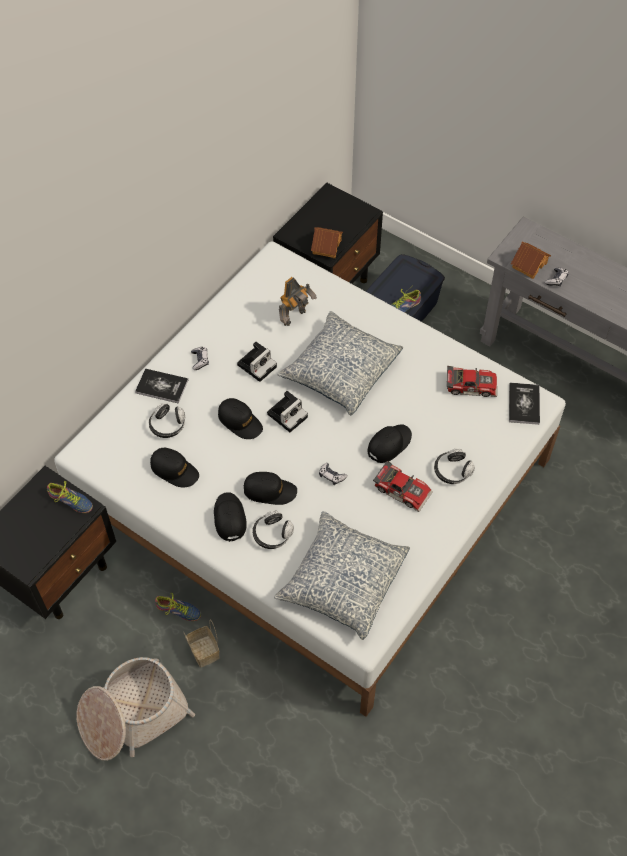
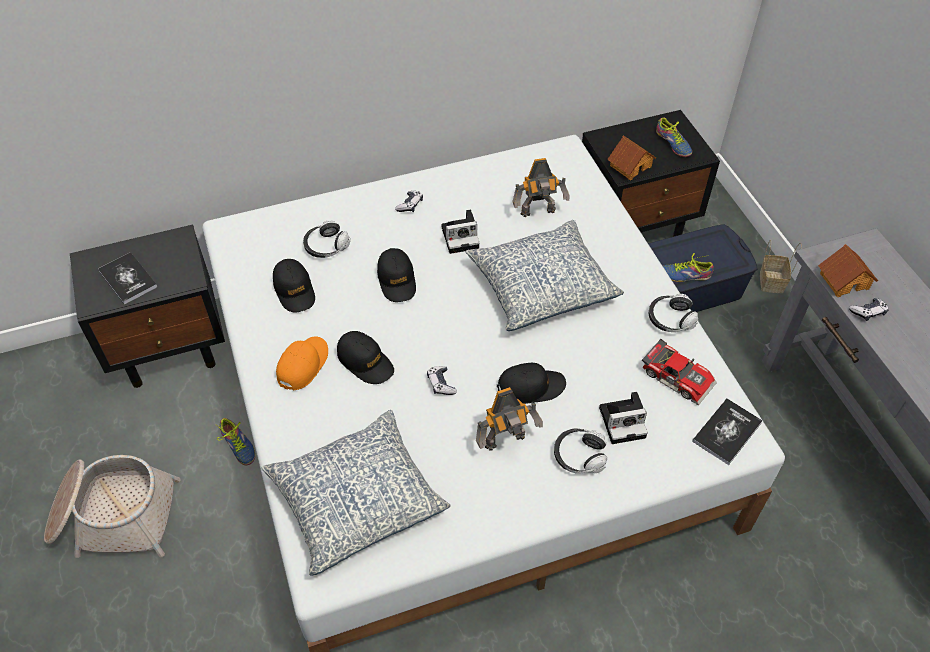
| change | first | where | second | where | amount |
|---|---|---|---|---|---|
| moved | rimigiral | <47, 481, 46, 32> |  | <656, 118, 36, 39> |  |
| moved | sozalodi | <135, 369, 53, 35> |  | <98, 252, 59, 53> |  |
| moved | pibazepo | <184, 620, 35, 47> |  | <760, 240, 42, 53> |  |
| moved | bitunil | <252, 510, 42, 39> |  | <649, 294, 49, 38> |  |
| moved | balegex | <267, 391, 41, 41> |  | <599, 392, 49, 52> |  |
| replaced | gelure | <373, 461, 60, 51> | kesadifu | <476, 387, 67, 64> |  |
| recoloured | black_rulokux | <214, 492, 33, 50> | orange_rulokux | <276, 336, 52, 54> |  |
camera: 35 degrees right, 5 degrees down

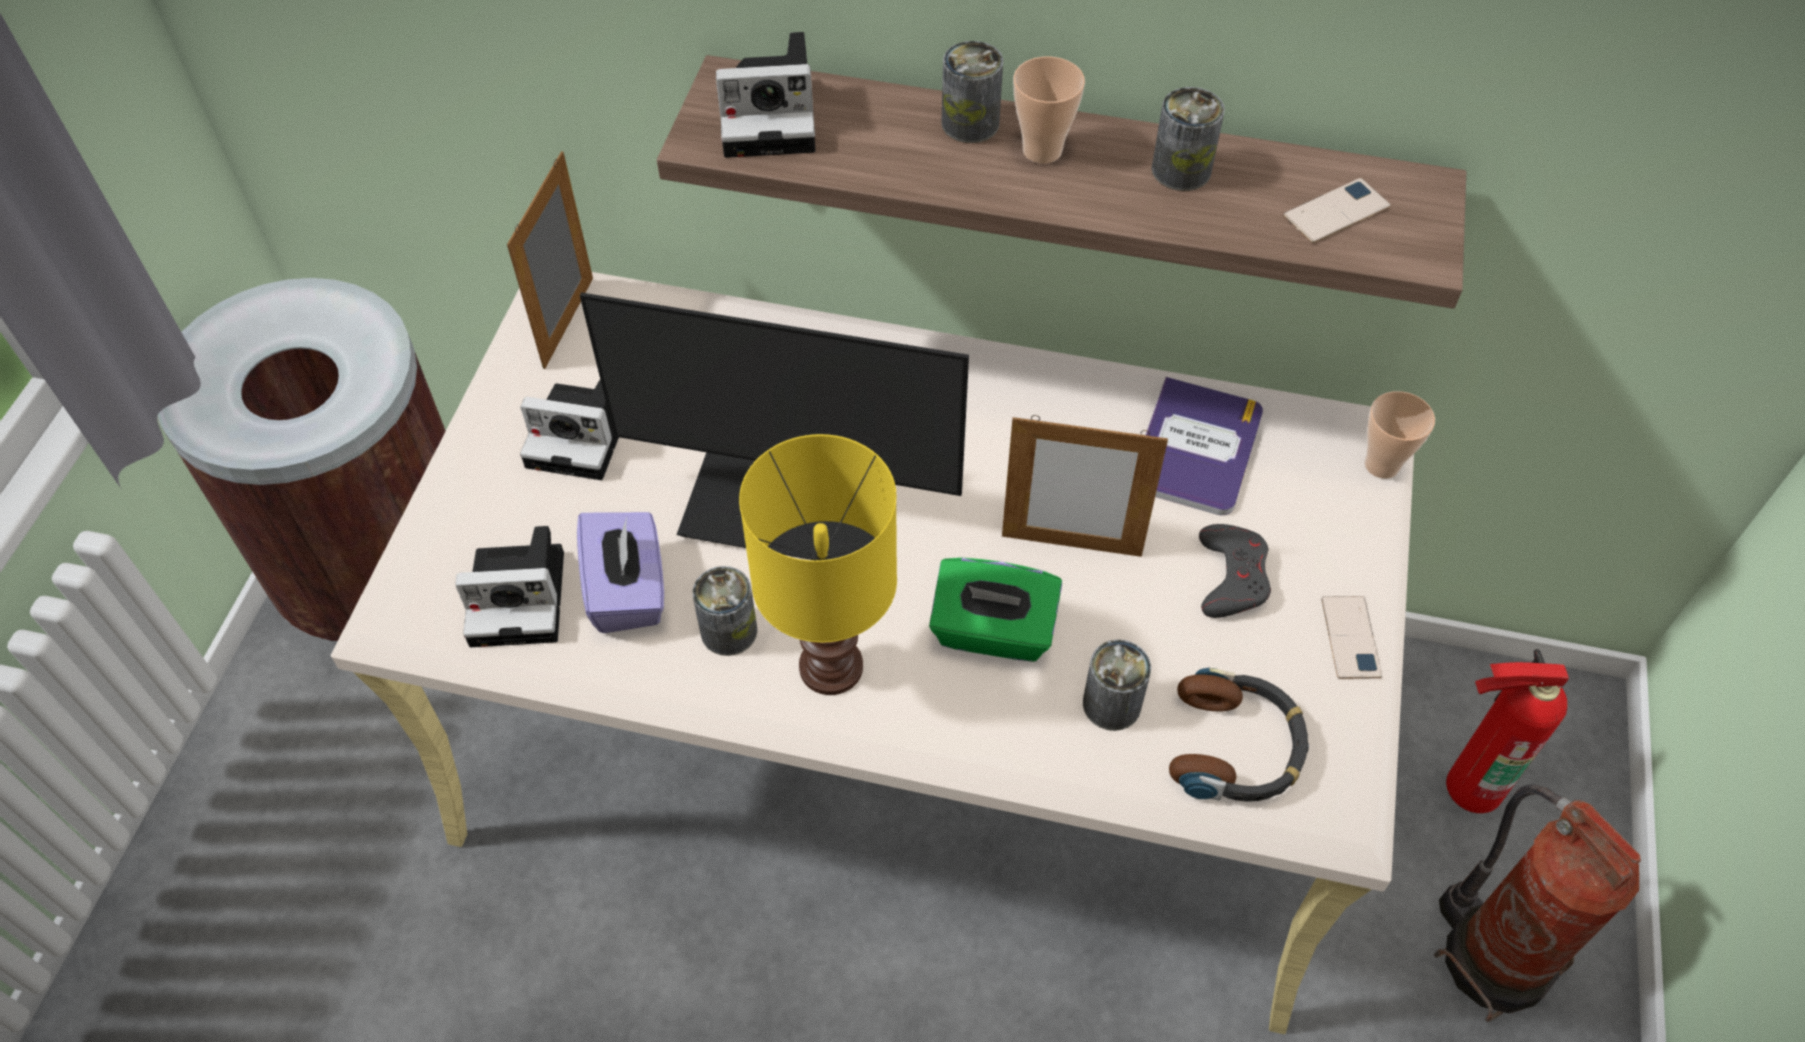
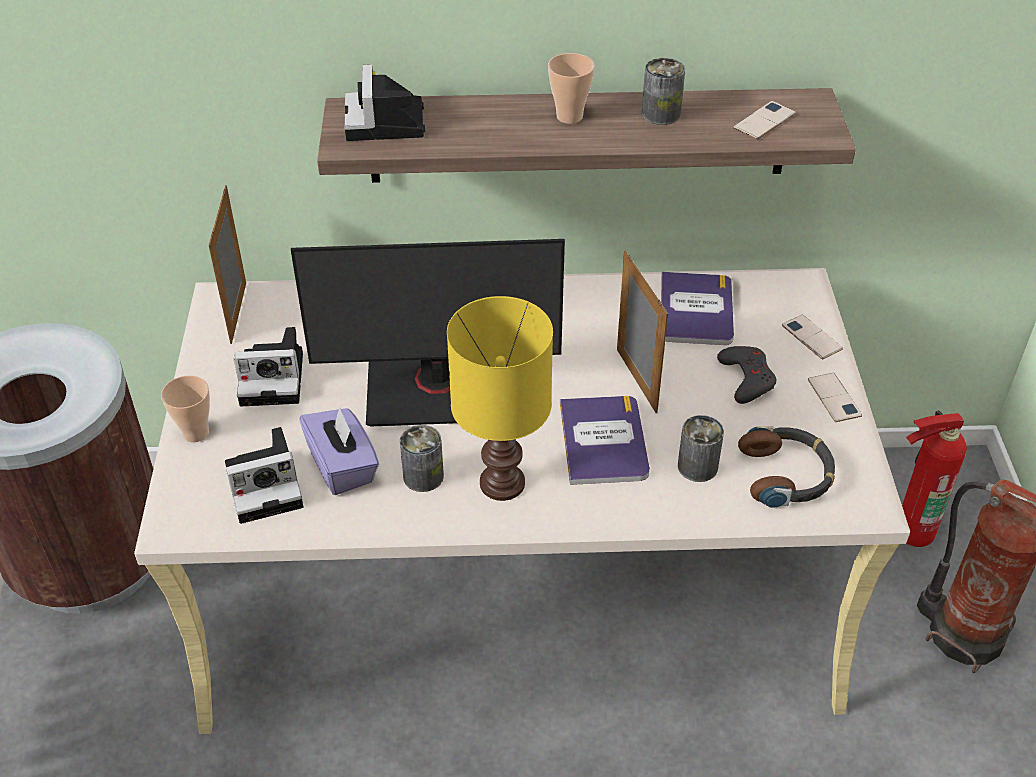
| change | first | where | second | where | amount |
|---|---|---|---|---|---|
| removed | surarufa | <941, 41, 62, 102> |  |  |  |
| added |  |  | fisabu | <782, 315, 61, 44> |  |
| moved | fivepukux | <1365, 391, 70, 88> |  | <161, 376, 49, 66> |  |
| replaced | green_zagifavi | <929, 558, 133, 104> | sozalodi | <560, 396, 90, 89> |  |
| turned | balegex | <716, 32, 99, 126> |  | <344, 64, 81, 77> | 105 degrees clockwise |
| turned | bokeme | <1002, 415, 166, 142> |  | <617, 250, 51, 163> | 105 degrees counterclockwise |
camera: 15 degrees left, 10 degrees down

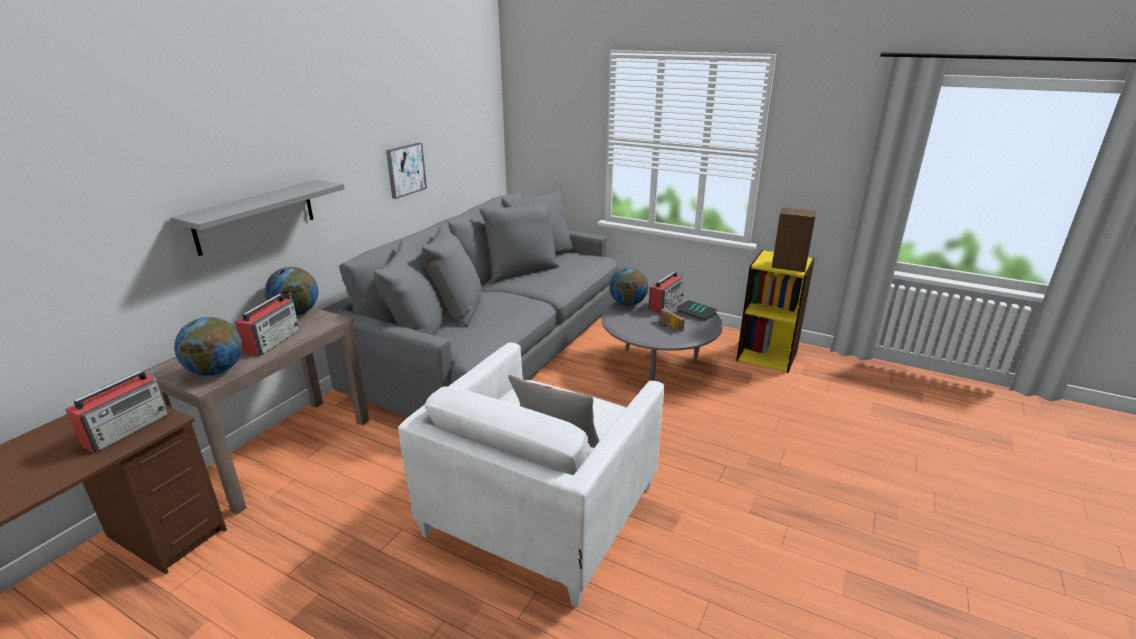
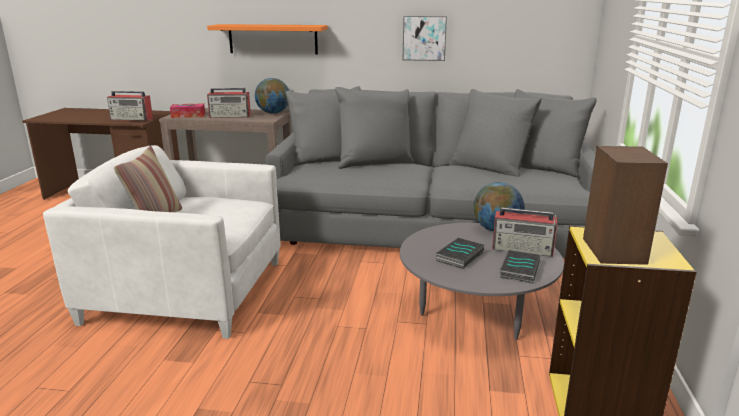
| change | first | where | second | where | amount |
|---|---|---|---|---|---|
| replaced | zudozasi | <174, 317, 68, 59> | zagifavi | <170, 103, 35, 15> |  |
| replaced | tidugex | <657, 308, 28, 24> | sozalodi | <436, 238, 49, 31> |  |
| recoloured | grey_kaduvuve | <170, 180, 175, 76> | orange_kaduvuve | <207, 24, 120, 31> |  |
camera: 70 degrees right, 5 degrees down

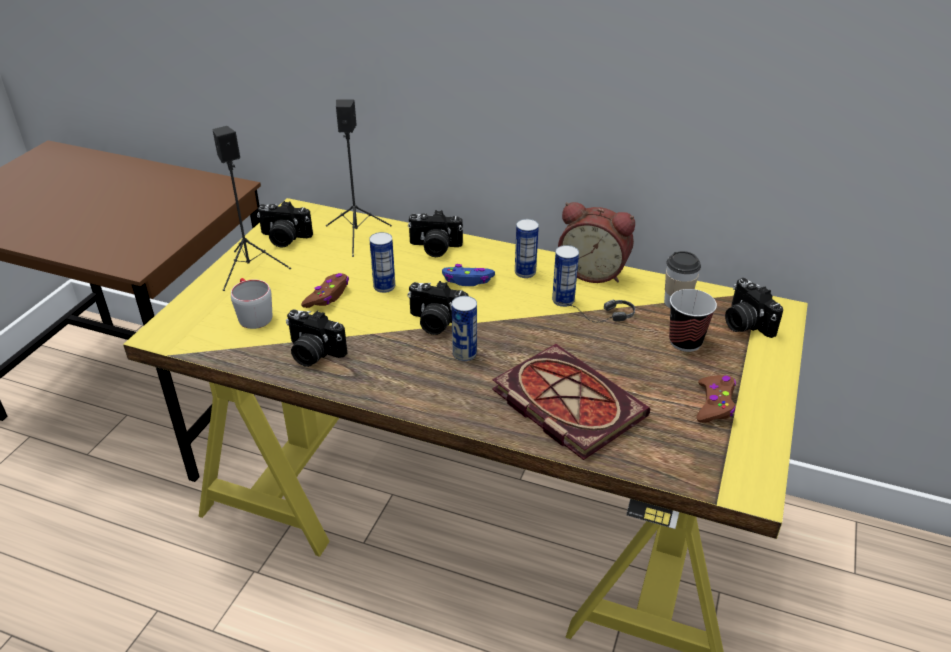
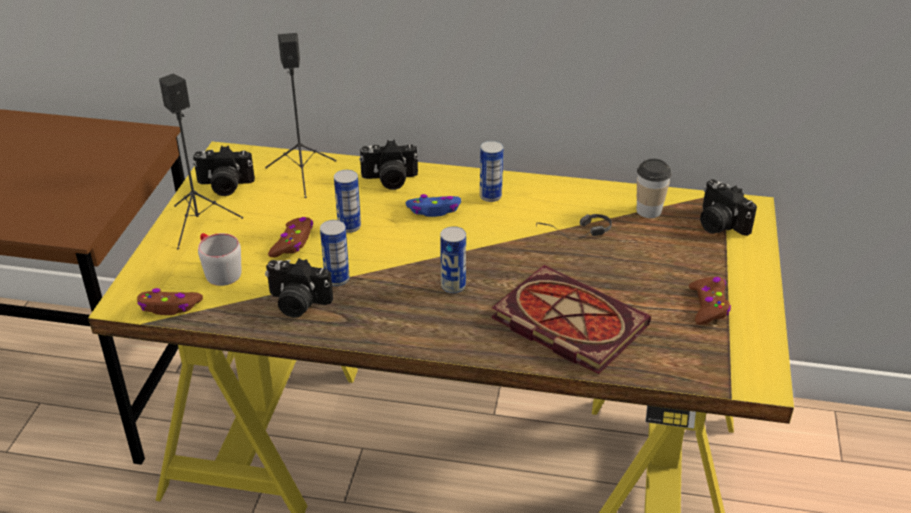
| change | first | where | second | where | amount |
|---|---|---|---|---|---|
| removed | balegex | <407, 281, 61, 54> |  |  |  |
| removed | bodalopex | <558, 202, 77, 81> |  |  |  |
| removed | fivepukux | <669, 289, 48, 63> |  |  |  |
| added |  |  | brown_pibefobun | <137, 288, 66, 27> |  |
| moved | surarufa | <552, 245, 27, 62> |  | <320, 220, 30, 66> |  |
camera: 10 degrees left, 0 degrees up

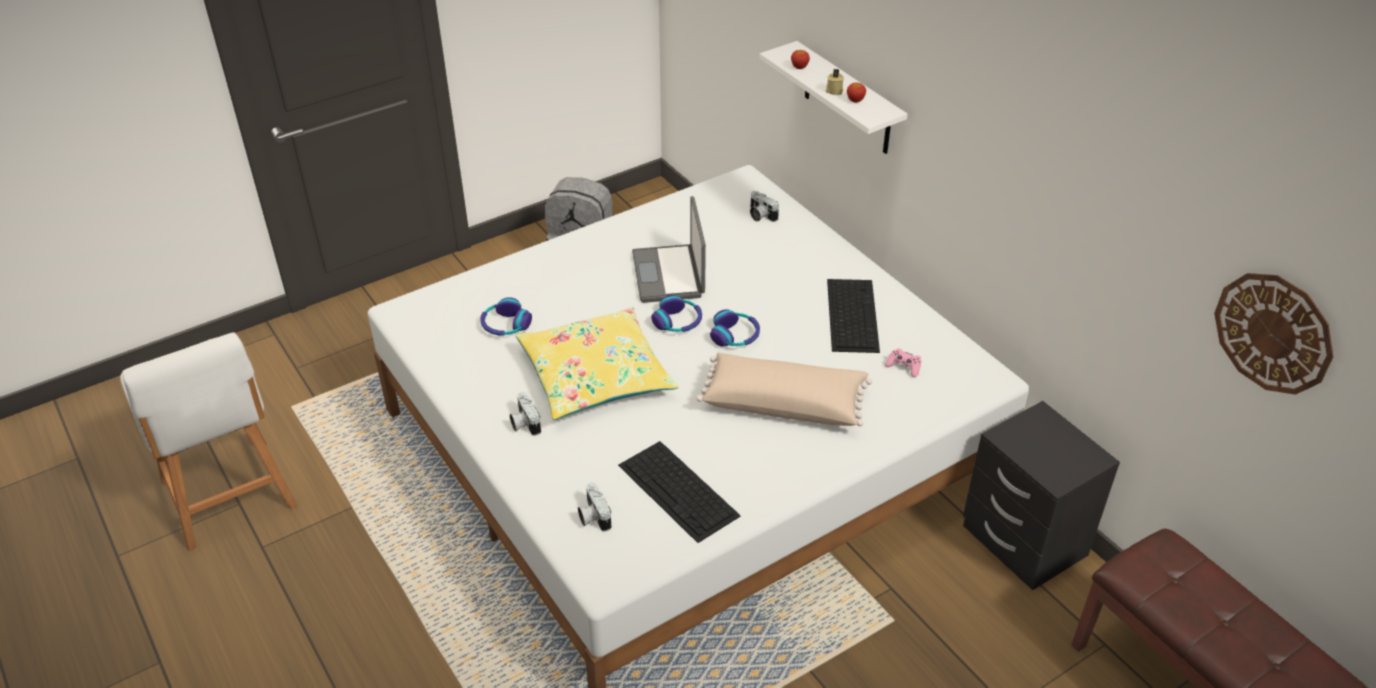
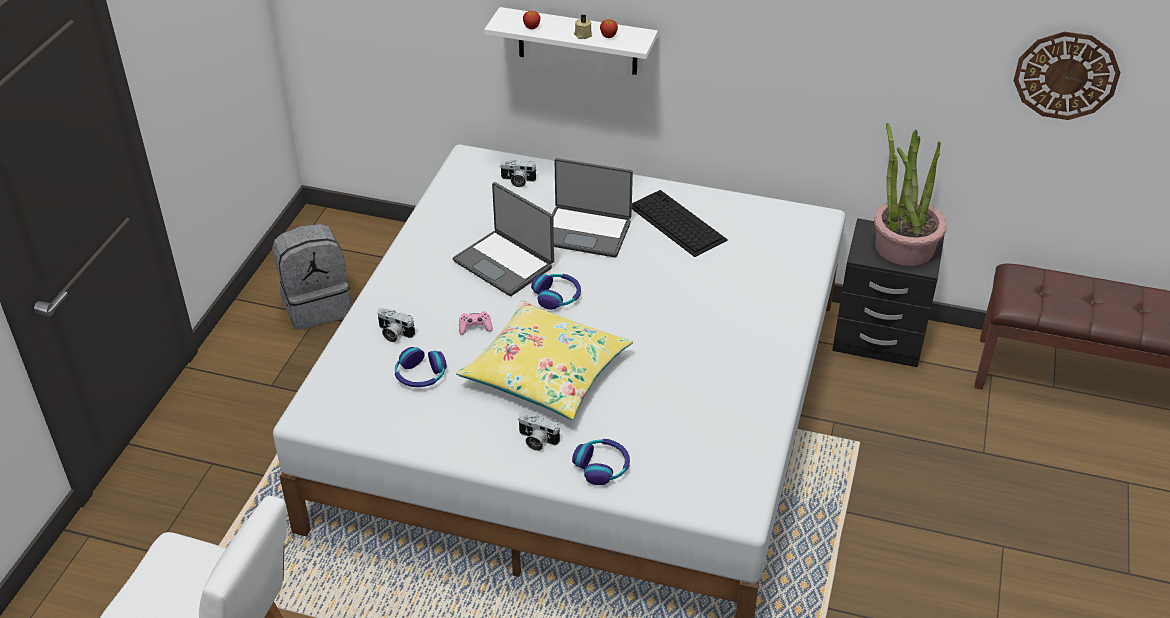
| change | first | where | second | where | amount |
|---|---|---|---|---|---|
| removed | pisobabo | <618, 441, 123, 102> |  |  |  |
| removed | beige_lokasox | <696, 353, 176, 73> |  |  |  |
| added |  |  | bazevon | <552, 158, 81, 100> |  |
| added |  |  | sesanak | <874, 123, 73, 143> |  |
| moved | balegex | <578, 483, 33, 49> |  | <377, 308, 38, 34> |  |
| moved | bitunil | <710, 309, 50, 37> |  | <572, 439, 58, 46> |  |
| moved | pink_pibefobun | <885, 348, 37, 29> |  | <459, 311, 34, 24> |  |
camera: 40 degrees left, 0 degrees up

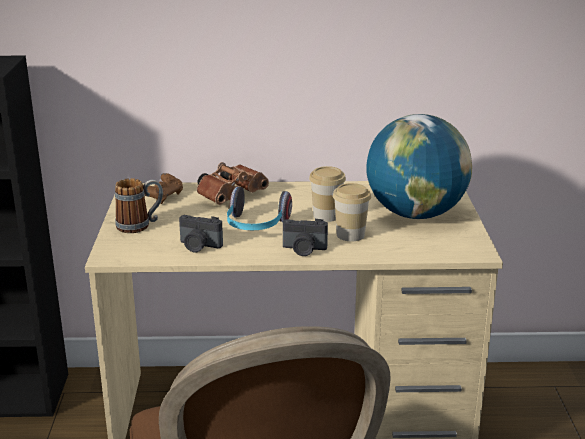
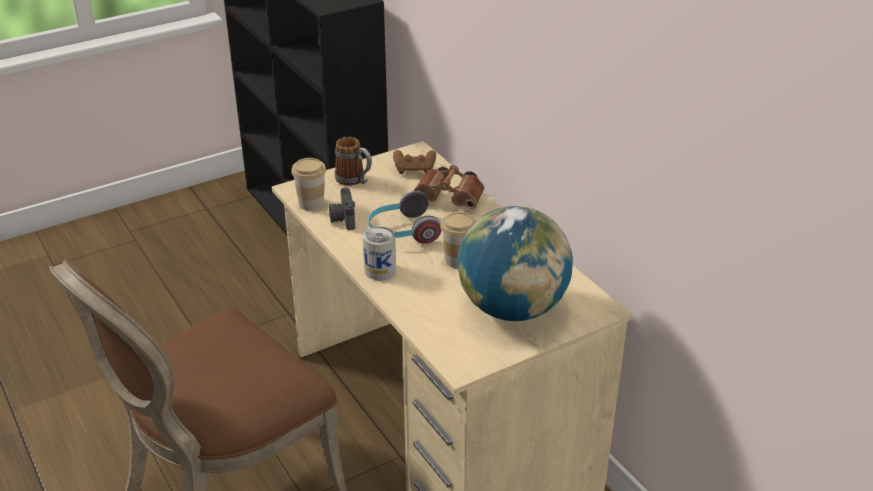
| change | first | where | second | where | amount |
|---|---|---|---|---|---|
| moved | fivepukux | <333, 183, 38, 58> |  | <291, 158, 35, 53> |  |
| replaced | balegex | <283, 219, 45, 37> | surarufa | <363, 227, 33, 53> |  |
camera: 60 degrees right, 10 degrees up

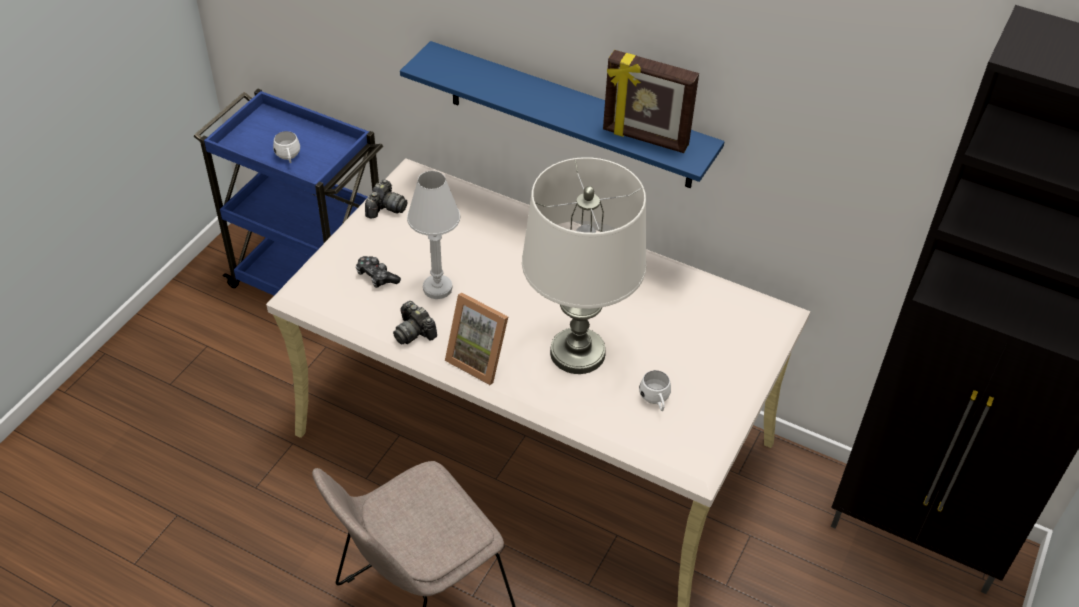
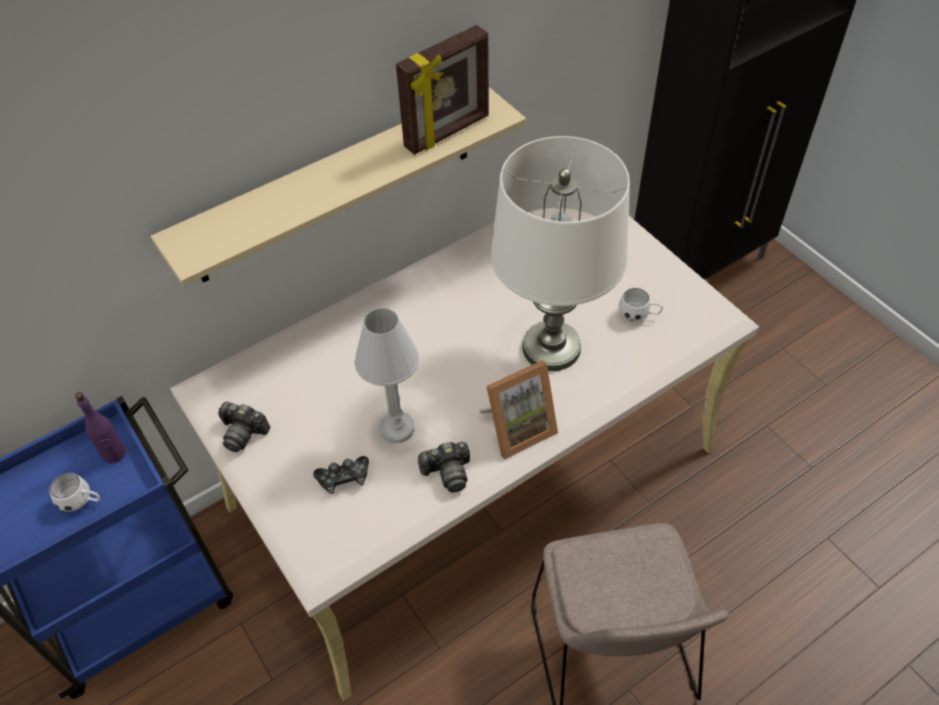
| change | first | where | second | where | amount |
|---|---|---|---|---|---|
| added |  |  | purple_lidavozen | <75, 392, 51, 71> |  |
| recoloured | blue_kaduvuve | <400, 41, 324, 147> | beige_kaduvuve | <151, 87, 375, 199> |  |
| turned | balegex | <365, 180, 42, 39> |  | <218, 402, 52, 50> | 150 degrees clockwise |
camera: 60 degrees left, 5 degrees up

